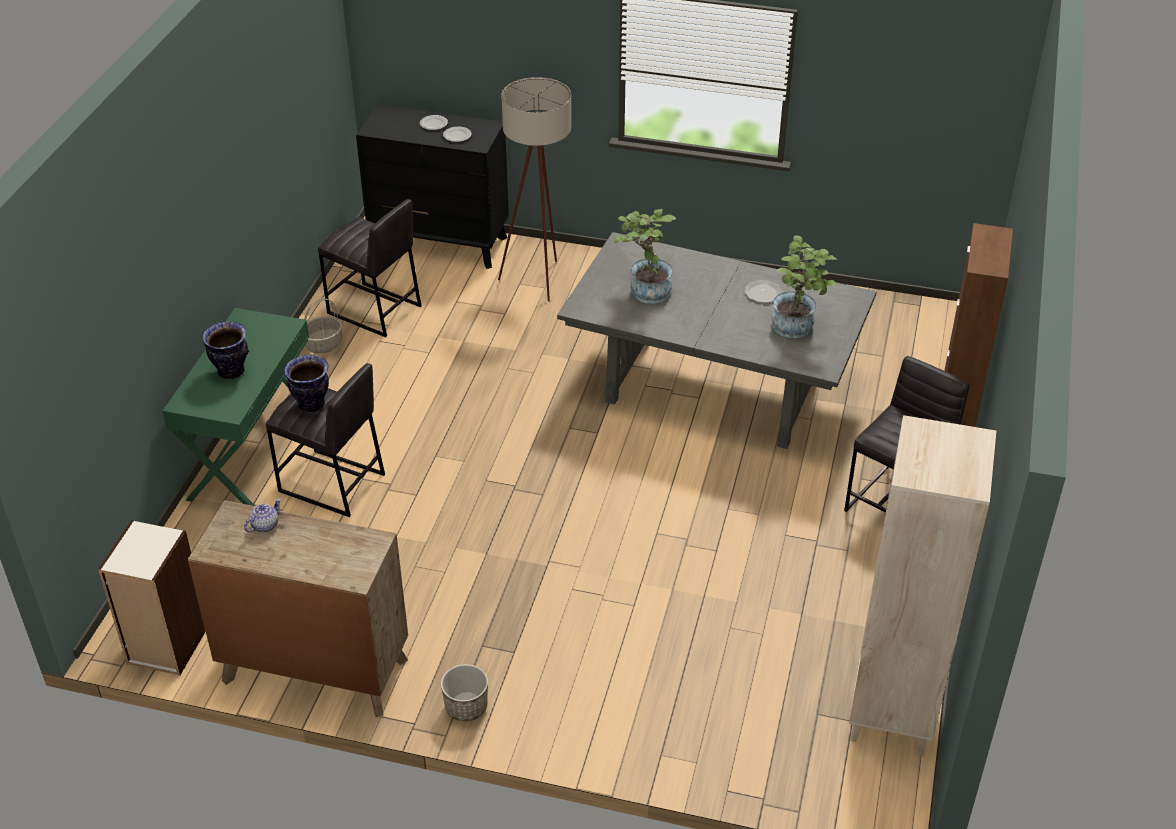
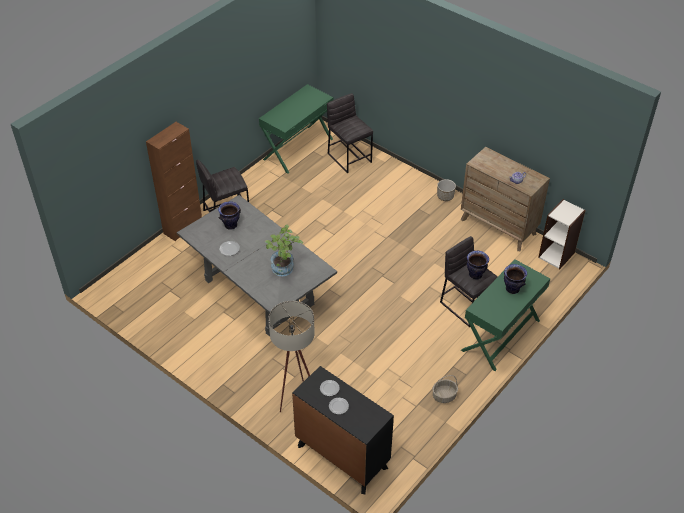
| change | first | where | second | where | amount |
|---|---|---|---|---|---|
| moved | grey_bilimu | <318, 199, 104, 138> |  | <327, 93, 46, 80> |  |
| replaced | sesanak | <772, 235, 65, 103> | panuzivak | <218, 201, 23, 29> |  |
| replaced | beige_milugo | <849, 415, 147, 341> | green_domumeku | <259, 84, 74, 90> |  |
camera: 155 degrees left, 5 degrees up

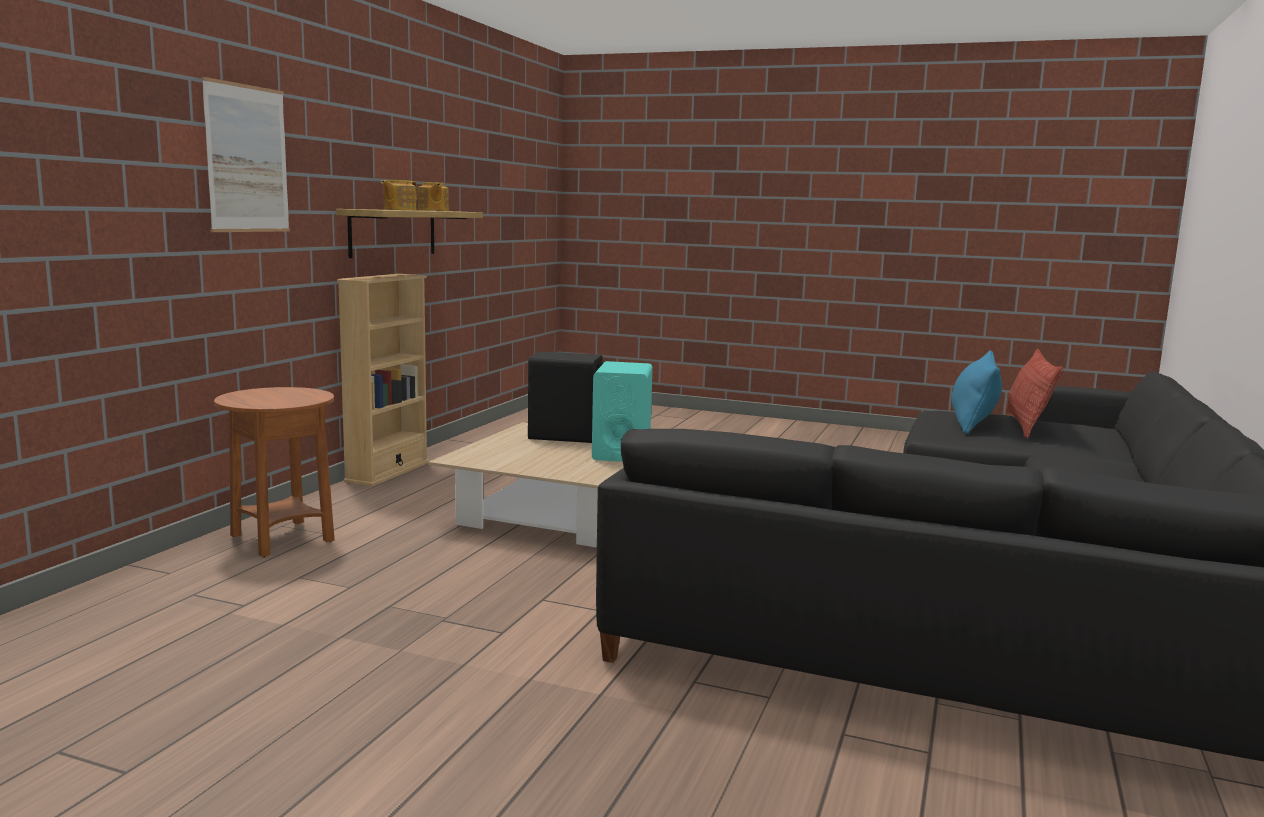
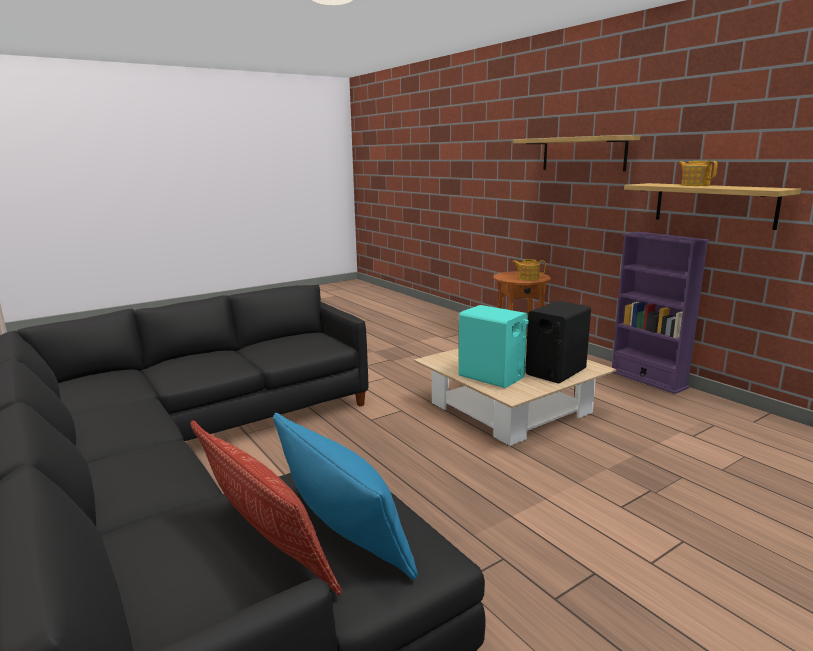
| change | first | where | second | where | amount |
|---|---|---|---|---|---|
| moved | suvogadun | <418, 182, 31, 29> |  | <512, 259, 33, 22> |  |
| replaced | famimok | <201, 77, 89, 155> | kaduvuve | <513, 135, 127, 36> |  |
| recoloured | beige_milugo | <337, 274, 92, 212> | purple_milugo | <612, 232, 97, 162> |  |
camera: 125 degrees right, 5 degrees up

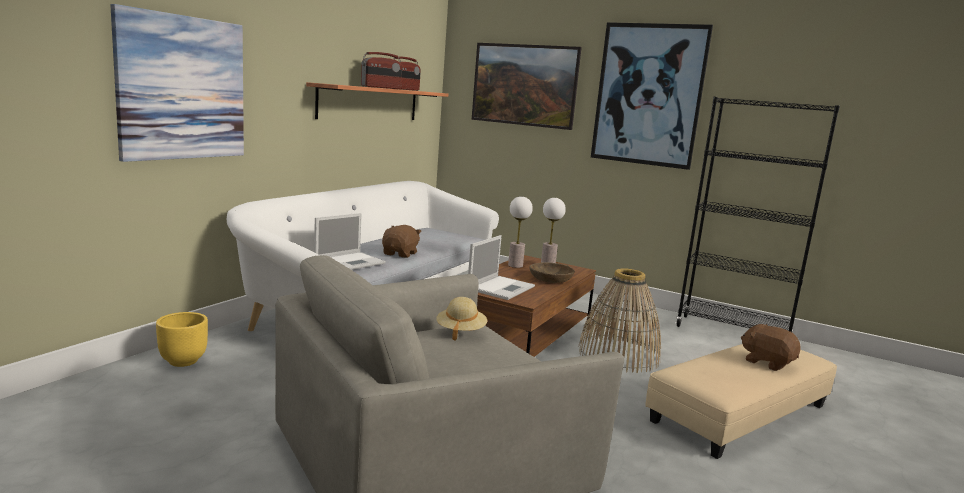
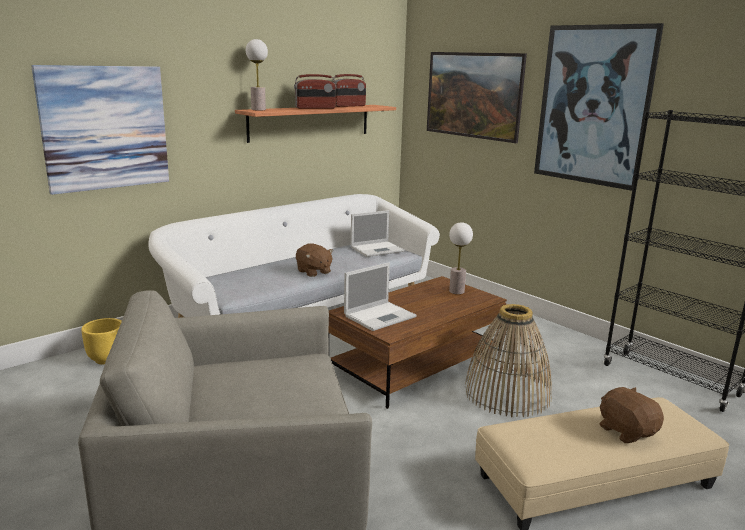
| change | first | where | second | where | amount |
|---|---|---|---|---|---|
| removed | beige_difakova | <436, 297, 51, 44> |  |  |  |
| removed | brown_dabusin | <529, 262, 46, 21> |  |  |  |
| moved | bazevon | <314, 213, 72, 57> |  | <351, 210, 54, 47> |  |
| moved | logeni | <508, 196, 25, 72> |  | <246, 39, 22, 71> |  |
| turned | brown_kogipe | <382, 225, 40, 33> |  | <296, 243, 38, 34> | 105 degrees clockwise |
camera: 20 degrees right, 5 degrees up

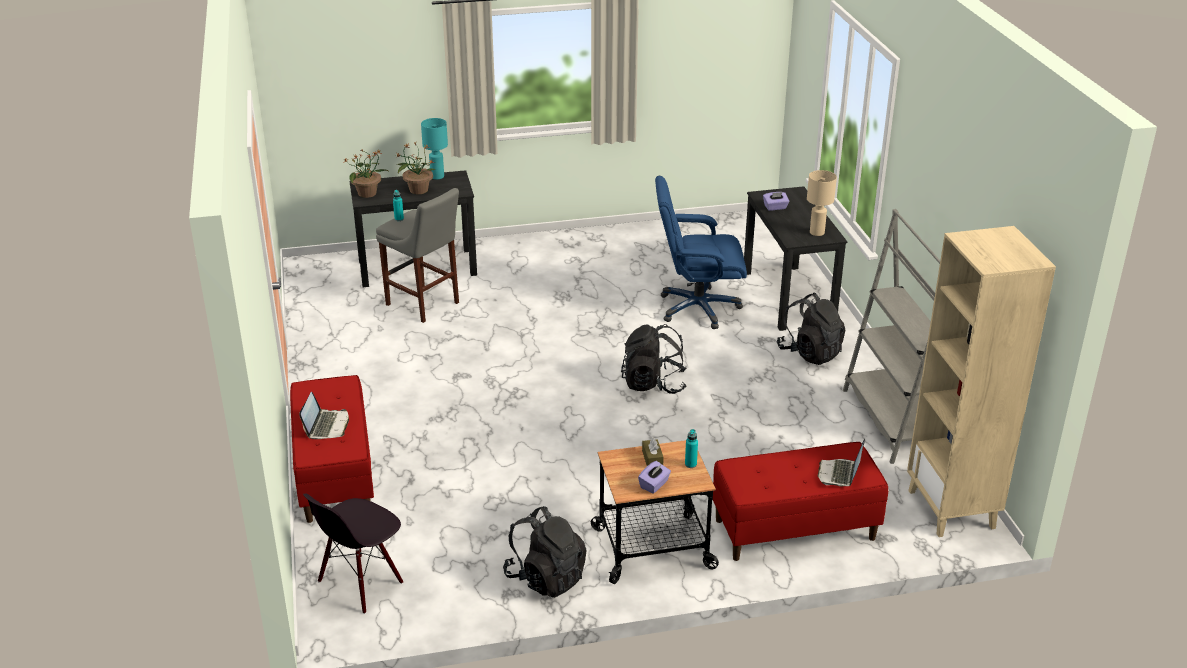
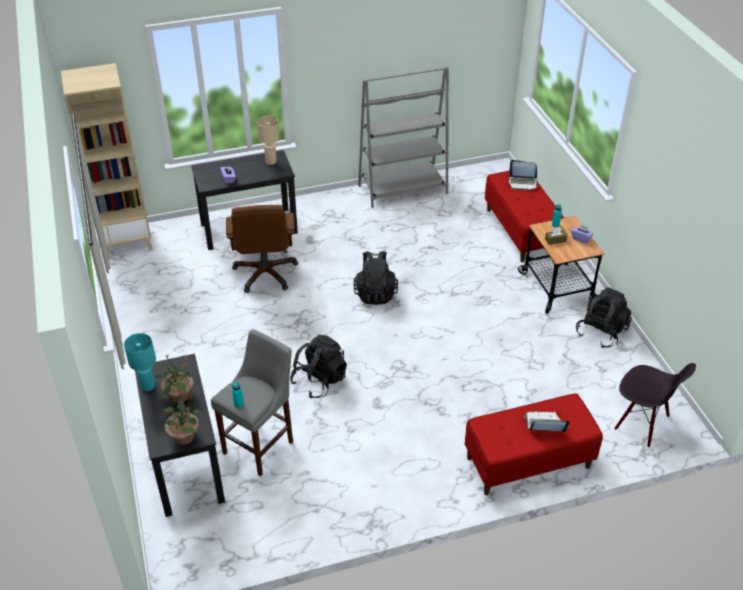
| change | first | where | second | where | amount |
|---|---|---|---|---|---|
| moved | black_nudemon | <777, 293, 68, 72> |  | <290, 335, 57, 63> |  |
| moved | beige_milugo | <907, 226, 149, 311> |  | <61, 63, 91, 193> |  |
| recoloured | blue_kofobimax | <655, 176, 92, 153> | brown_kofobimax | <226, 205, 72, 88> |  |
camera: 95 degrees left, 10 degrees up

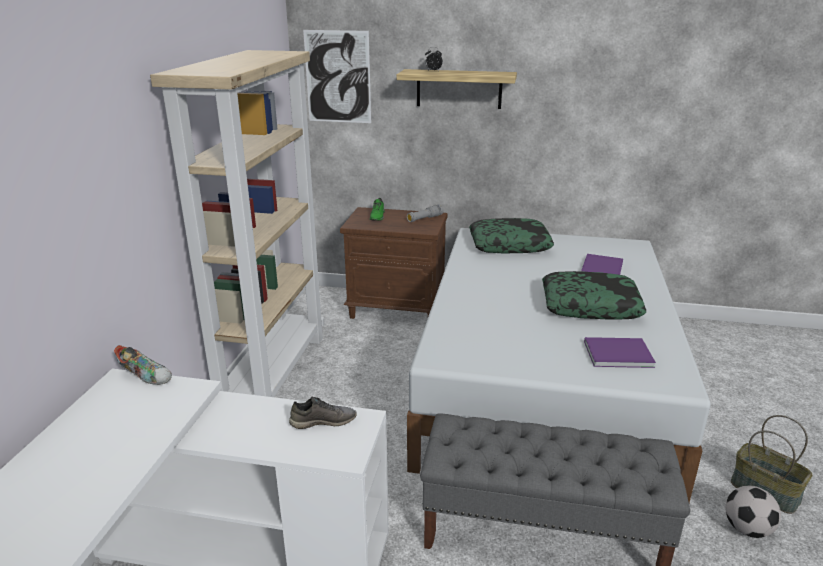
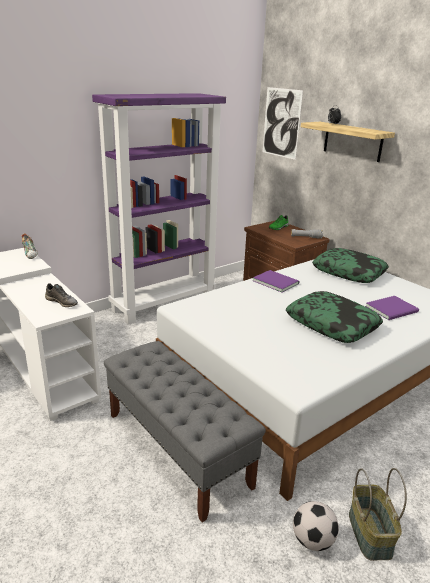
| change | first | where | second | where | amount |
|---|---|---|---|---|---|
| moved | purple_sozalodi | <584, 337, 72, 31> |  | <253, 270, 46, 22> |  |
| recoloured | beige_milugo | <150, 50, 175, 347> | purple_milugo | <92, 93, 134, 232> |  |
camera: 40 degrees right, 0 degrees up

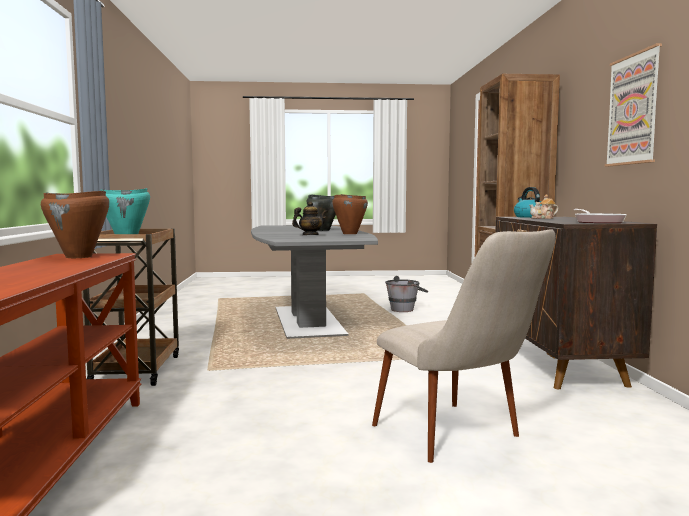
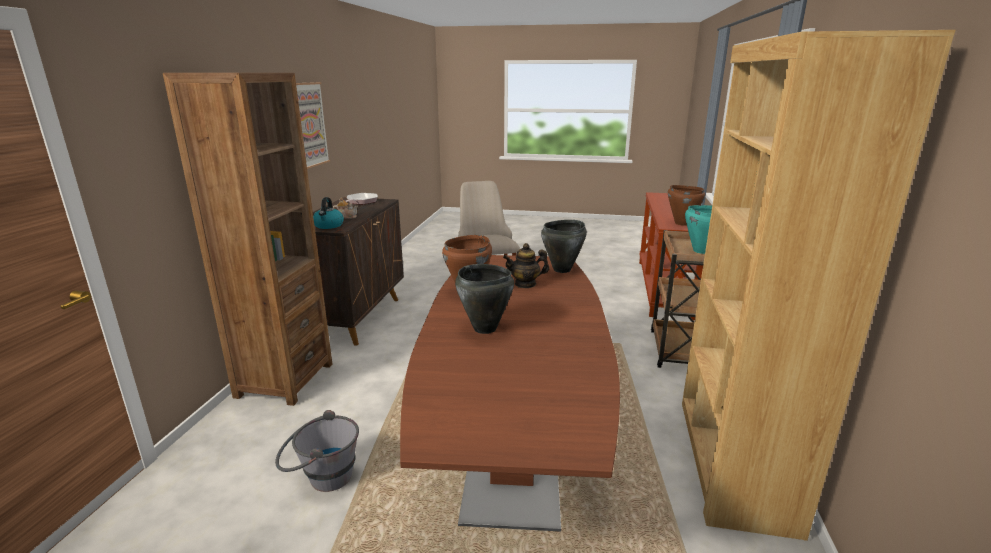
| change | first | where | second | where | amount |
|---|---|---|---|---|---|
| added |  |  | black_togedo | <541, 220, 46, 53> |  |
| added |  |  | brown_milugo | <682, 30, 274, 511> |  |
| recoloured | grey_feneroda | <251, 225, 127, 114> | brown_feneroda | <400, 255, 220, 277> |  |
camera: 165 degrees left, 15 degrees up

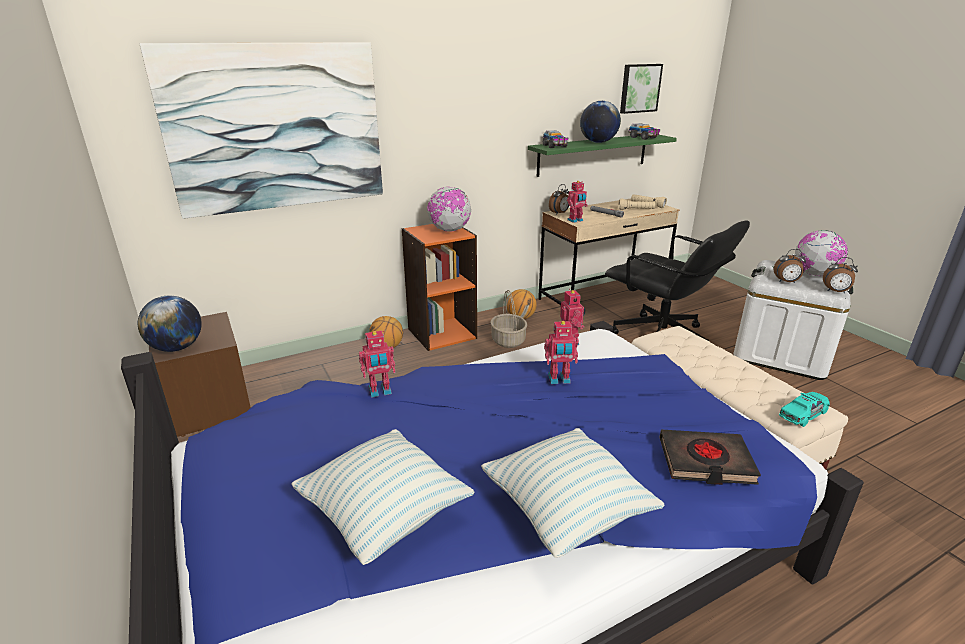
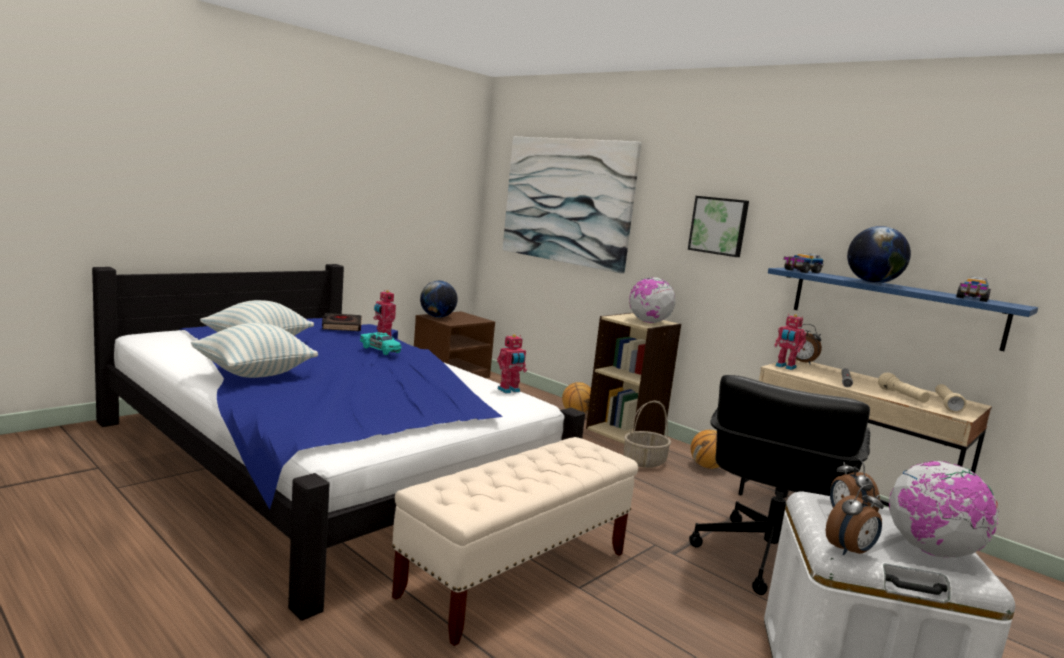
| change | first | where | second | where | amount |
|---|---|---|---|---|---|
| removed | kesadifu | <544, 321, 35, 63> |  |  |  |
| moved | famimok | <620, 64, 43, 50> |  | <688, 196, 61, 61> |  |
| moved | black_sozalodi | <660, 429, 101, 56> |  | <322, 313, 40, 18> |  |
| moved | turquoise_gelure | <779, 392, 51, 35> |  | <360, 332, 41, 23> |  |
| recoloured | orange_milugo | <402, 224, 75, 127> | beige_milugo | <586, 313, 95, 131> |  |
| recoloured | green_kaduvuve | <528, 135, 149, 42> | blue_kaduvuve | <768, 268, 270, 83> |  |
| turned | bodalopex | <823, 257, 35, 36> |  | <826, 484, 58, 71> | 120 degrees counterclockwise |
camera: 70 degrees right, 15 degrees down

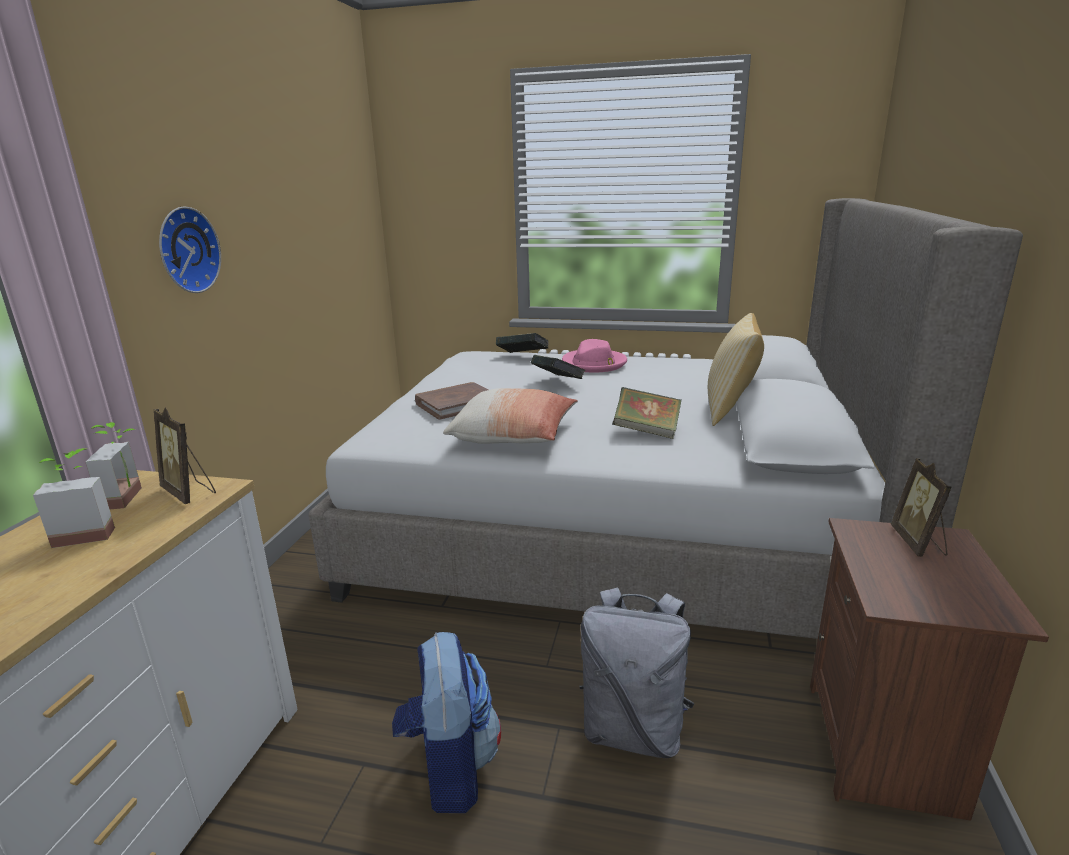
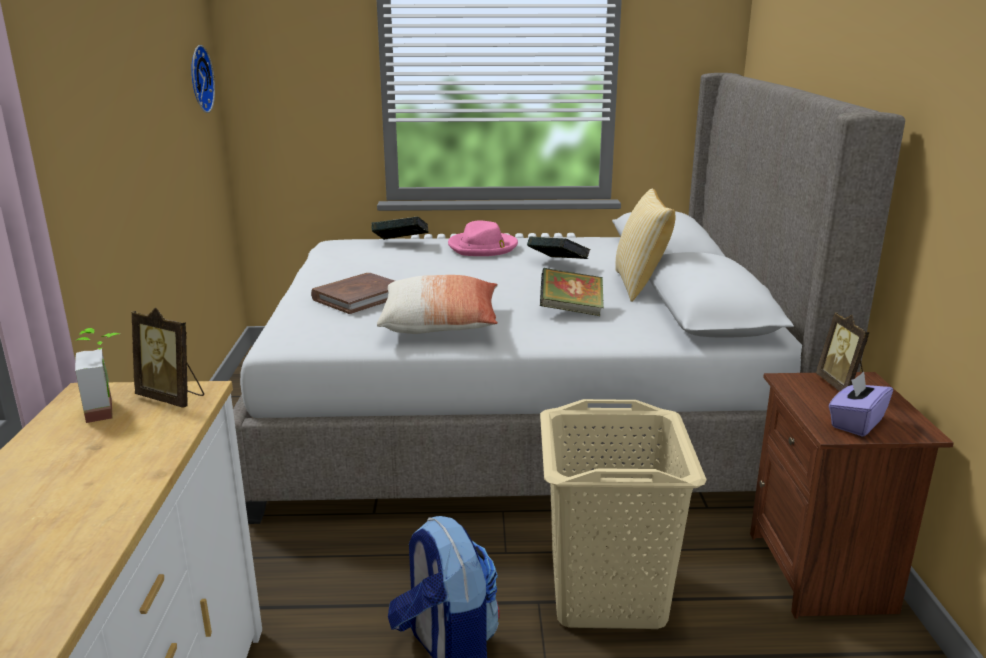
| change | first | where | second | where | amount |
|---|---|---|---|---|---|
| removed | sesanak | <33, 448, 82, 100> |  |  |  |
| added |  |  | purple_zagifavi | <829, 372, 64, 65> |  |
| moved | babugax | <159, 207, 62, 86> |  | <191, 45, 24, 68> |  |
| moved | sozalodi | <531, 355, 55, 24> |  | <527, 236, 63, 23> |  |
| replaced | grey_nudemon | <579, 587, 116, 171> | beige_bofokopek | <540, 399, 167, 230> |  |
camera: 15 degrees left, 0 degrees up

